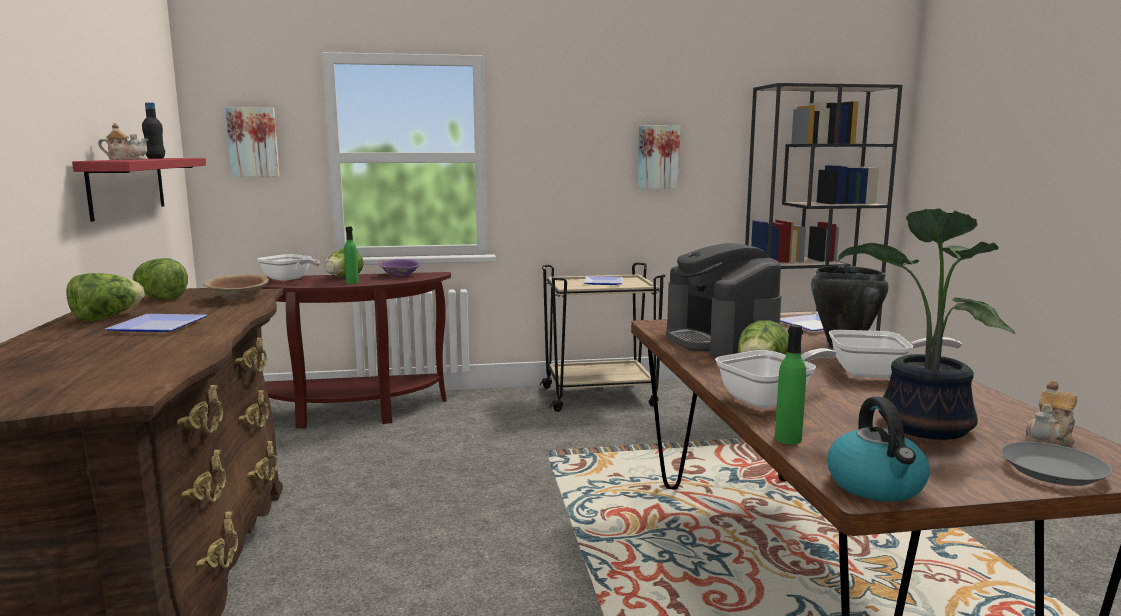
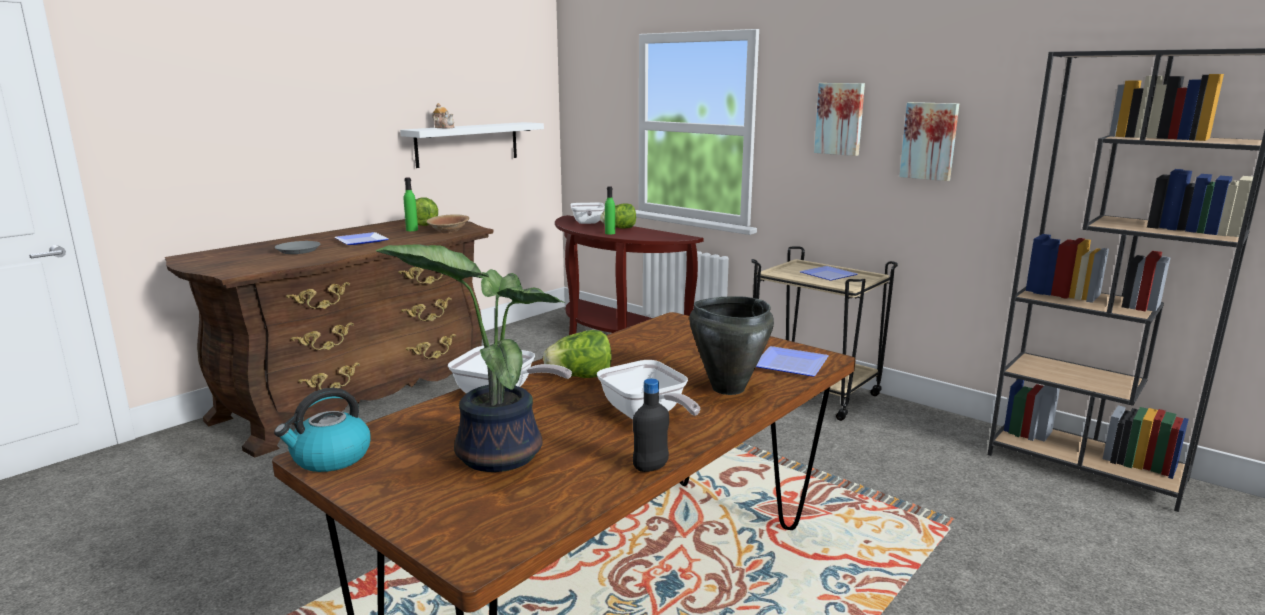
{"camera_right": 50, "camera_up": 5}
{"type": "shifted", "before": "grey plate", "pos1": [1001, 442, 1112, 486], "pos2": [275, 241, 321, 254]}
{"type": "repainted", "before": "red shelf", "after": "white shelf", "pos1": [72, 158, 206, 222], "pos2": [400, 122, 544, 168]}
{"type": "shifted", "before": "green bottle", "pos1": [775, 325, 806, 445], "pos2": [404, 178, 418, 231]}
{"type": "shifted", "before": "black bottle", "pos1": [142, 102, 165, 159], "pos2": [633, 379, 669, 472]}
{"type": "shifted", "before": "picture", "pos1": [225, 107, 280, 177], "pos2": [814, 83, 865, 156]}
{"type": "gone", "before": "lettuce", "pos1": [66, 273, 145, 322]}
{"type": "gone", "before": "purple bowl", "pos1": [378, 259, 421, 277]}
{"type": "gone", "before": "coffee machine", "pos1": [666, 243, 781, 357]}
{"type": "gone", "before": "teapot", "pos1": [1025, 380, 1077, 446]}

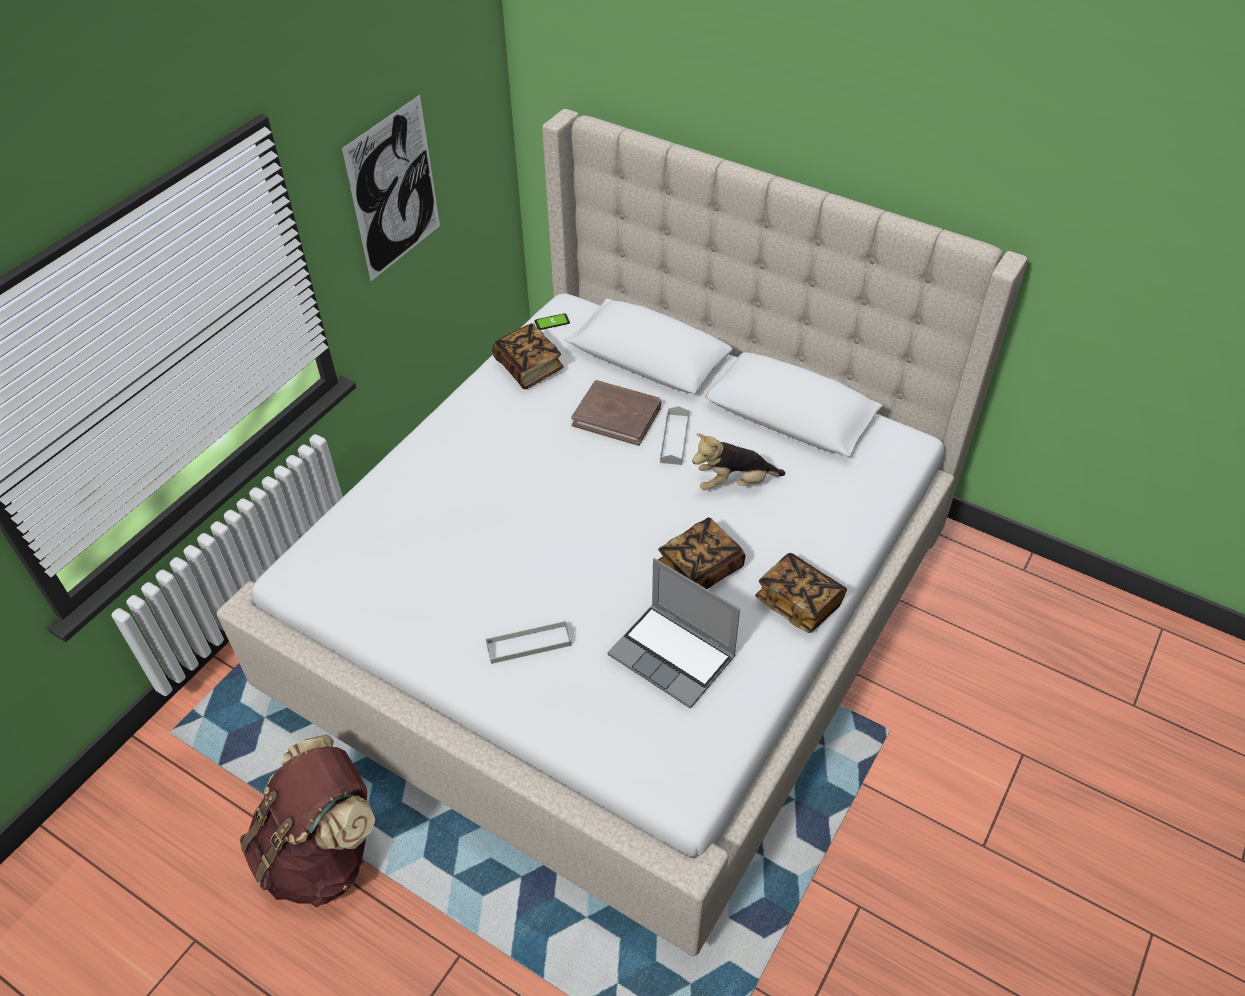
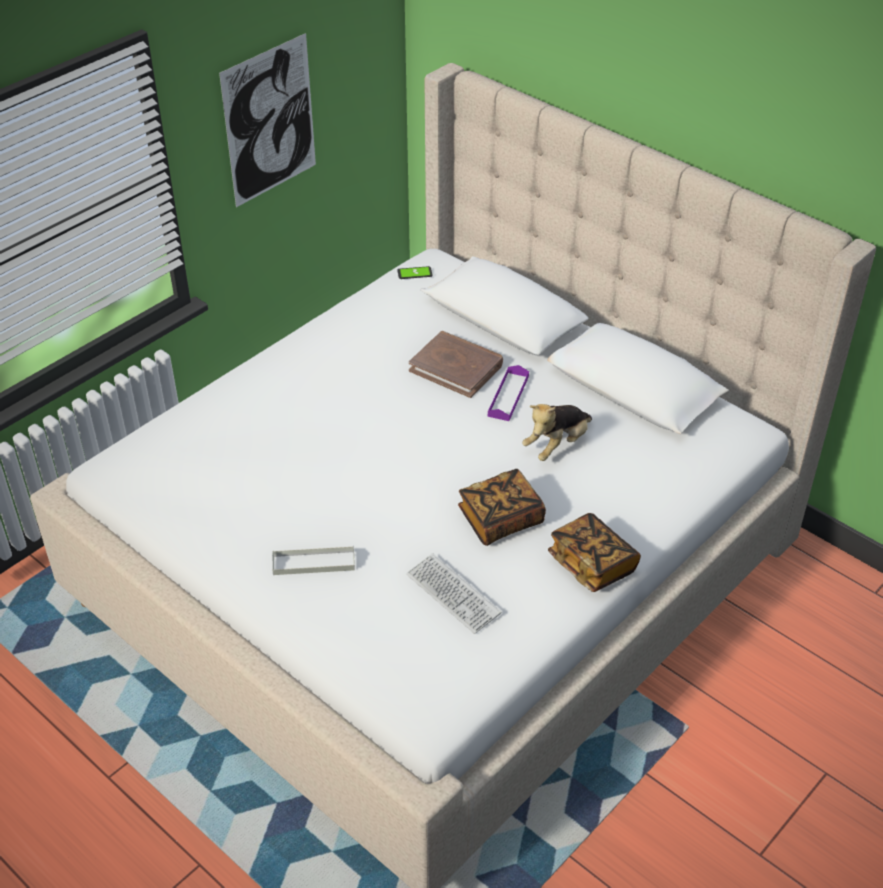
{"camera_right": 10, "camera_up": -5}
{"type": "swapped", "before": "laptop", "after": "keyboard", "pos1": [607, 558, 740, 709], "pos2": [406, 553, 502, 634]}
{"type": "repainted", "before": "grey tray", "after": "purple tray", "pos1": [660, 406, 689, 465], "pos2": [488, 365, 529, 421]}
{"type": "rotated", "before": "plush toy", "pos1": [692, 433, 785, 490], "pos2": [522, 404, 592, 461], "turn": -45}
{"type": "gone", "before": "brown backpack", "pos1": [240, 735, 375, 908]}
{"type": "gone", "before": "book", "pos1": [492, 323, 564, 389]}

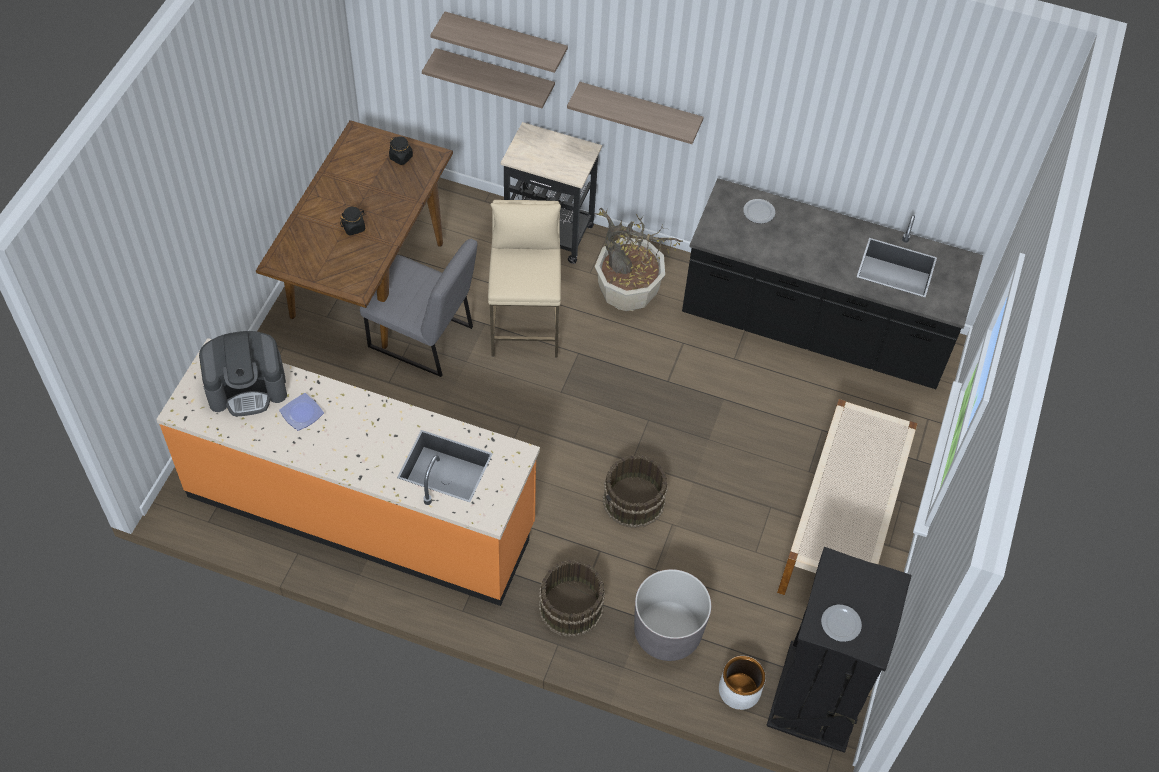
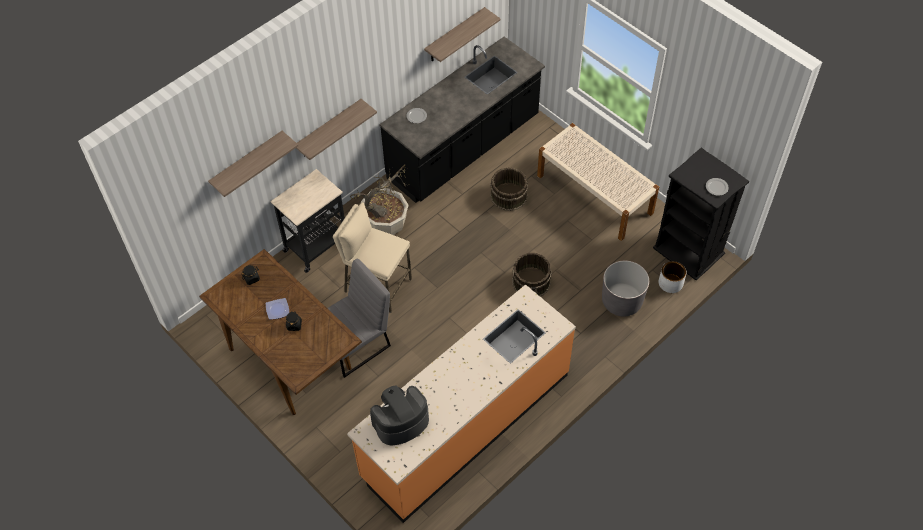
{"camera_right": -60, "camera_up": 0}
{"type": "shifted", "before": "plate", "pos1": [279, 393, 324, 431], "pos2": [266, 298, 289, 319]}
{"type": "rotated", "before": "coffee machine", "pos1": [199, 331, 287, 416], "pos2": [370, 385, 429, 446], "turn": -135}
{"type": "shifted", "before": "shelf", "pos1": [422, 48, 555, 108], "pos2": [424, 7, 501, 62]}
{"type": "shifted", "before": "brown bucket", "pos1": [539, 560, 605, 637], "pos2": [490, 167, 528, 211]}

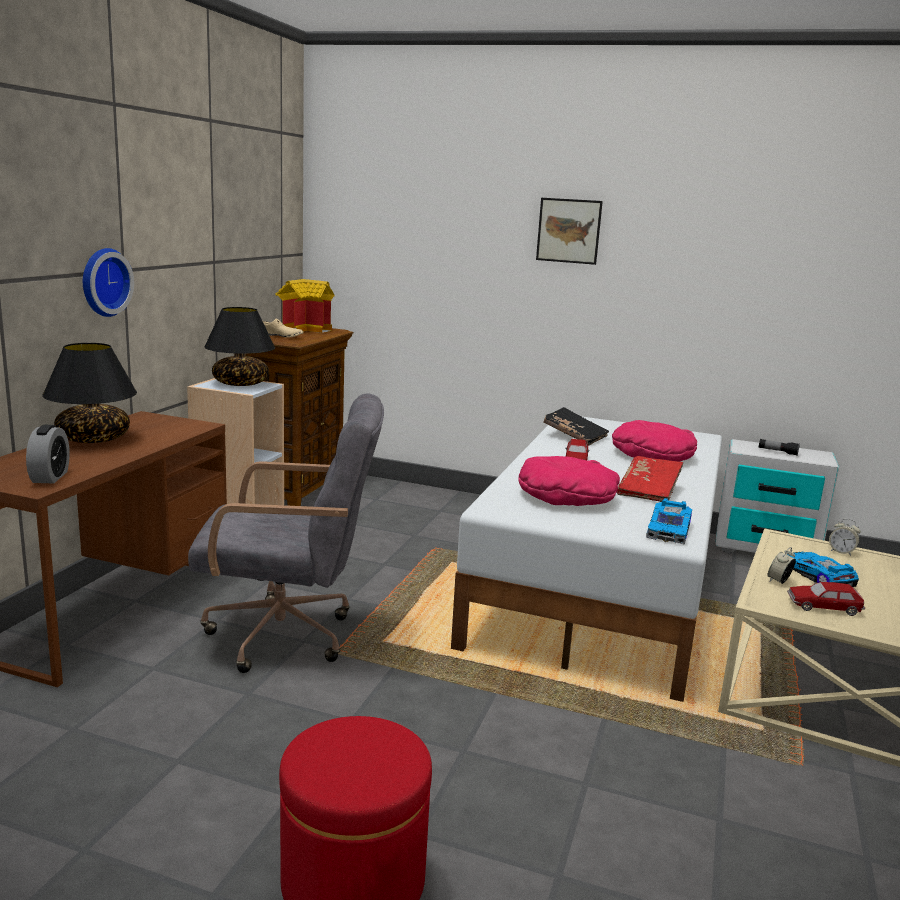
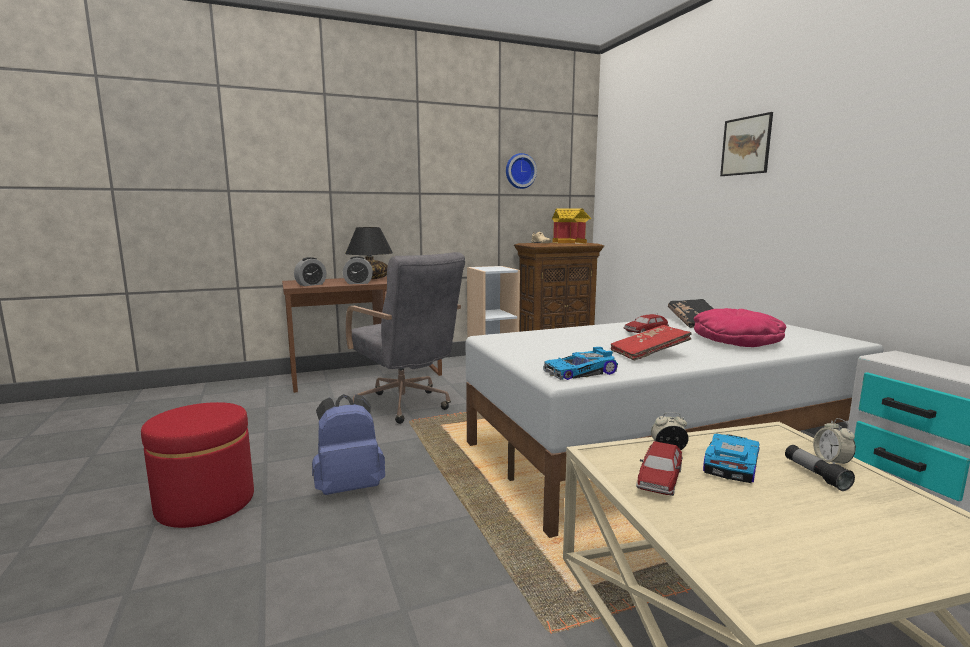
{"camera_right": 50, "camera_up": -5}
{"type": "new", "after": "blue backpack", "pos2": [312, 394, 385, 495]}
{"type": "new", "after": "alarm clock", "pos2": [343, 256, 373, 284]}
{"type": "shifted", "before": "wall clock", "pos1": [83, 248, 134, 317], "pos2": [506, 153, 537, 189]}
{"type": "rotated", "before": "toy car", "pos1": [787, 582, 865, 616], "pos2": [636, 441, 683, 496], "turn": -120}
{"type": "shifted", "before": "flashlight", "pos1": [759, 439, 800, 455], "pos2": [785, 445, 855, 491]}
{"type": "gone", "before": "black table lamp", "pos1": [204, 307, 275, 386]}
{"type": "gone", "before": "pink pillow", "pos1": [519, 456, 620, 506]}

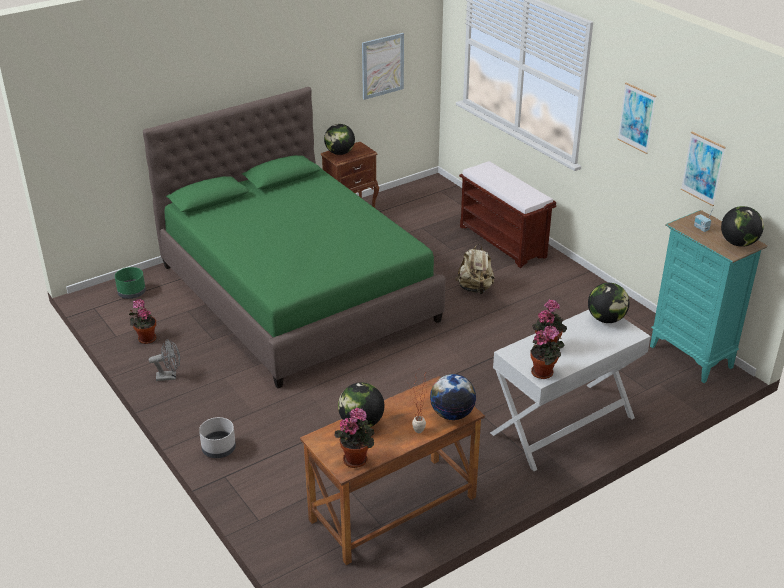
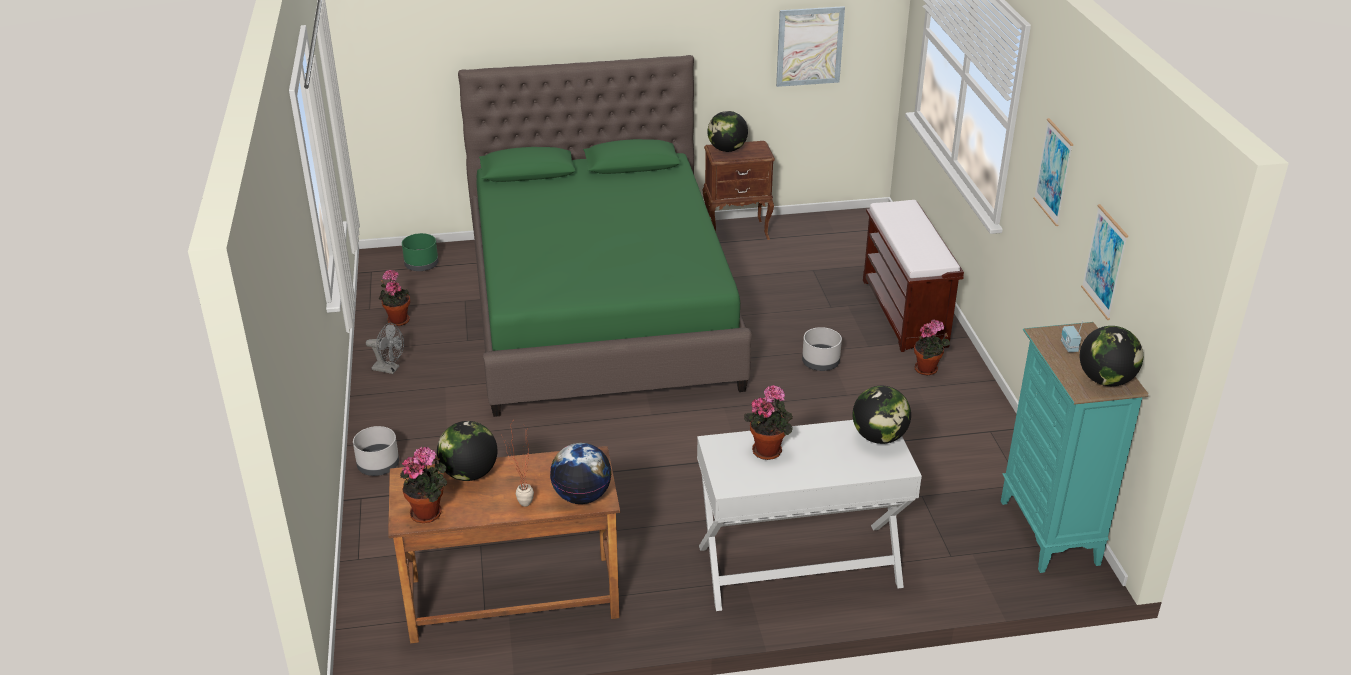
{"camera_right": 25, "camera_up": 0}
{"type": "swapped", "before": "beige backpack", "after": "grey planter", "pos1": [455, 244, 495, 294], "pos2": [802, 327, 842, 371]}
{"type": "shifted", "before": "potted plant", "pos1": [530, 326, 565, 379], "pos2": [914, 319, 950, 376]}

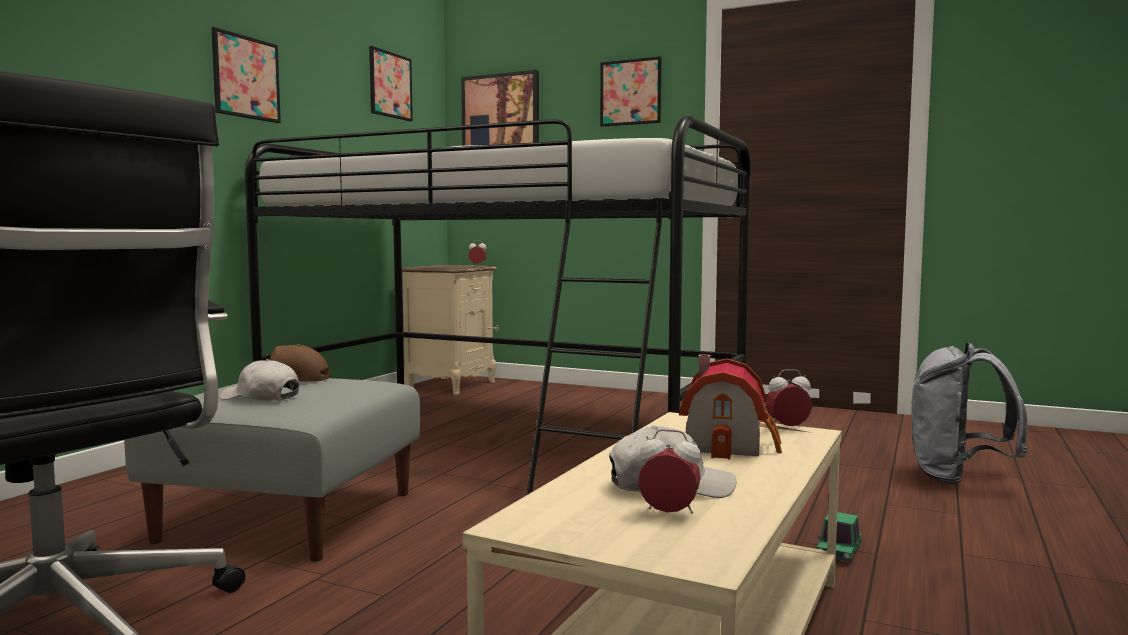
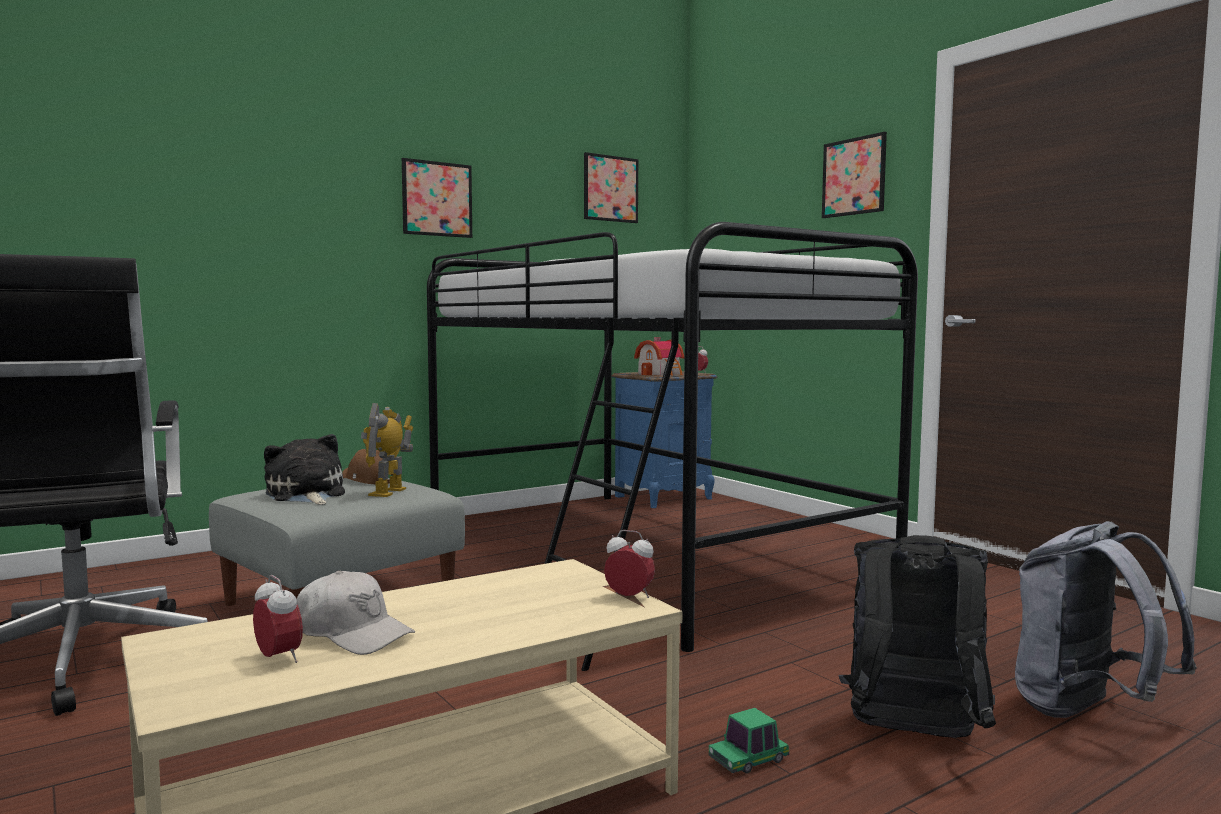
{"camera_right": 30, "camera_up": 0}
{"type": "swapped", "before": "white cap", "after": "plush toy", "pos1": [219, 359, 299, 401], "pos2": [264, 434, 345, 505]}
{"type": "new", "after": "toy robot", "pos2": [361, 403, 413, 497]}
{"type": "repainted", "before": "beige nightstand", "after": "blue nightstand", "pos1": [402, 265, 499, 395], "pos2": [612, 371, 717, 508]}
{"type": "shifted", "before": "toy house", "pos1": [679, 354, 782, 459], "pos2": [634, 337, 684, 376]}
{"type": "new", "after": "black backpack", "pos2": [839, 535, 996, 738]}
{"type": "gone", "before": "picture", "pos1": [461, 70, 539, 146]}

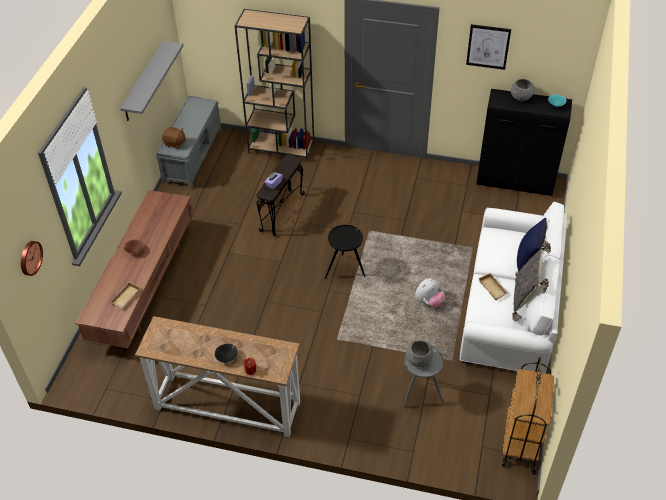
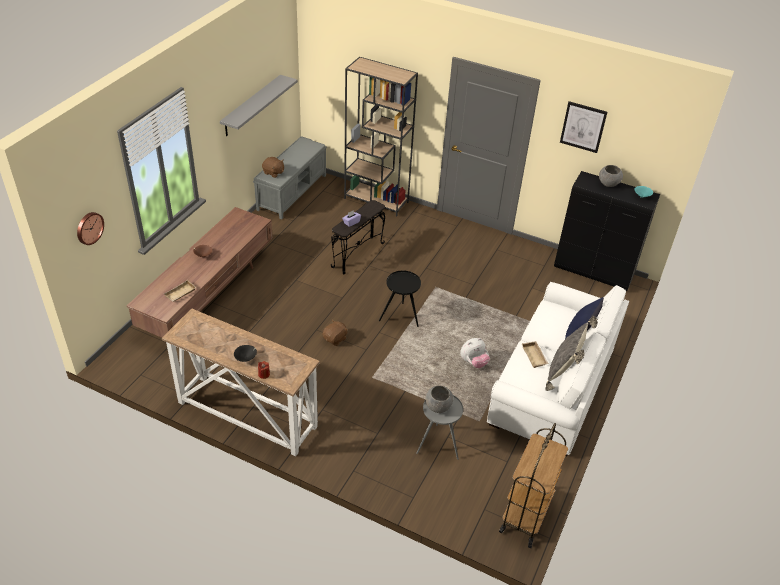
{"camera_right": 10, "camera_up": -5}
{"type": "new", "after": "brown plush toy", "pos2": [322, 320, 348, 346]}

